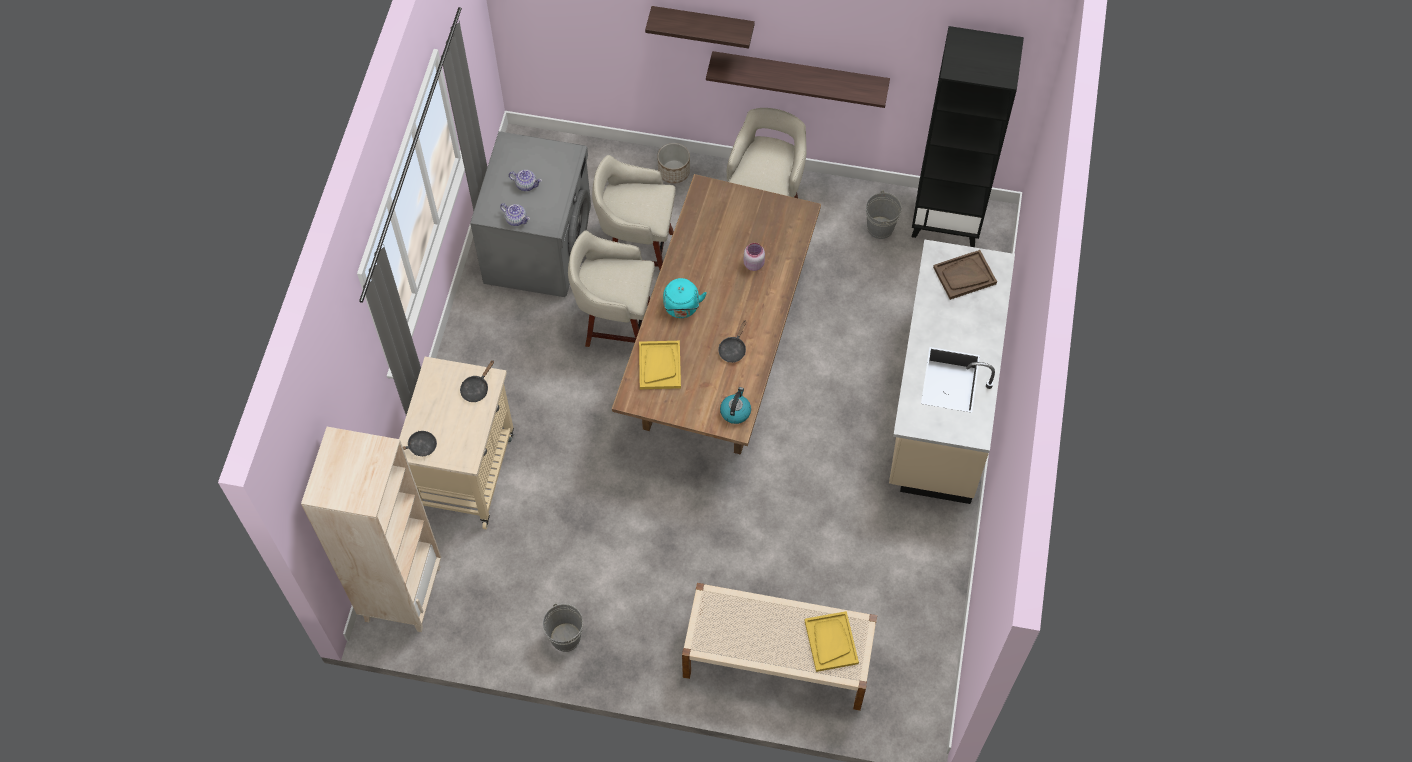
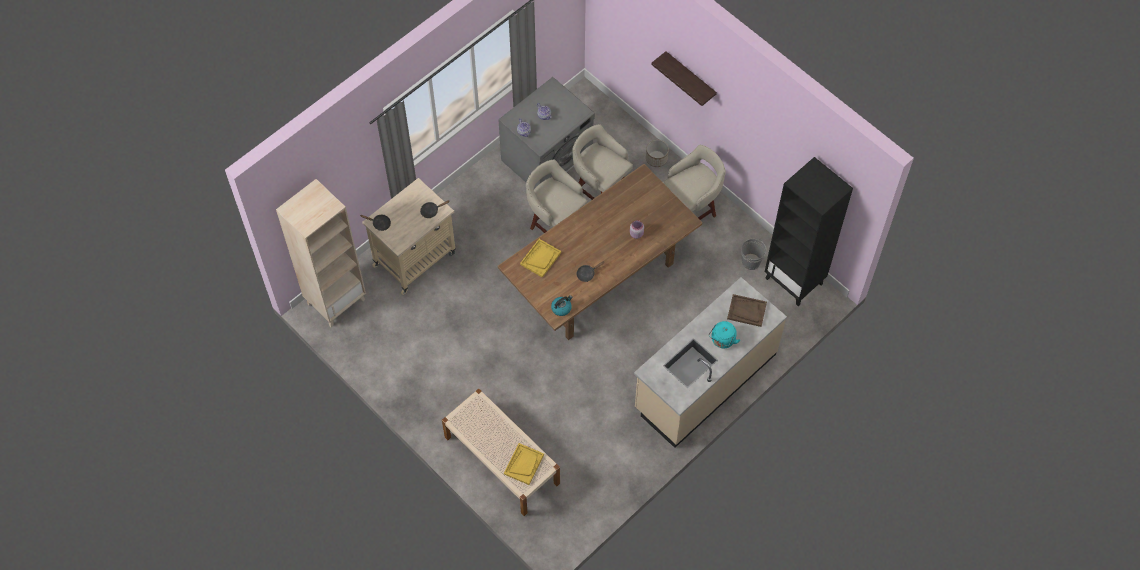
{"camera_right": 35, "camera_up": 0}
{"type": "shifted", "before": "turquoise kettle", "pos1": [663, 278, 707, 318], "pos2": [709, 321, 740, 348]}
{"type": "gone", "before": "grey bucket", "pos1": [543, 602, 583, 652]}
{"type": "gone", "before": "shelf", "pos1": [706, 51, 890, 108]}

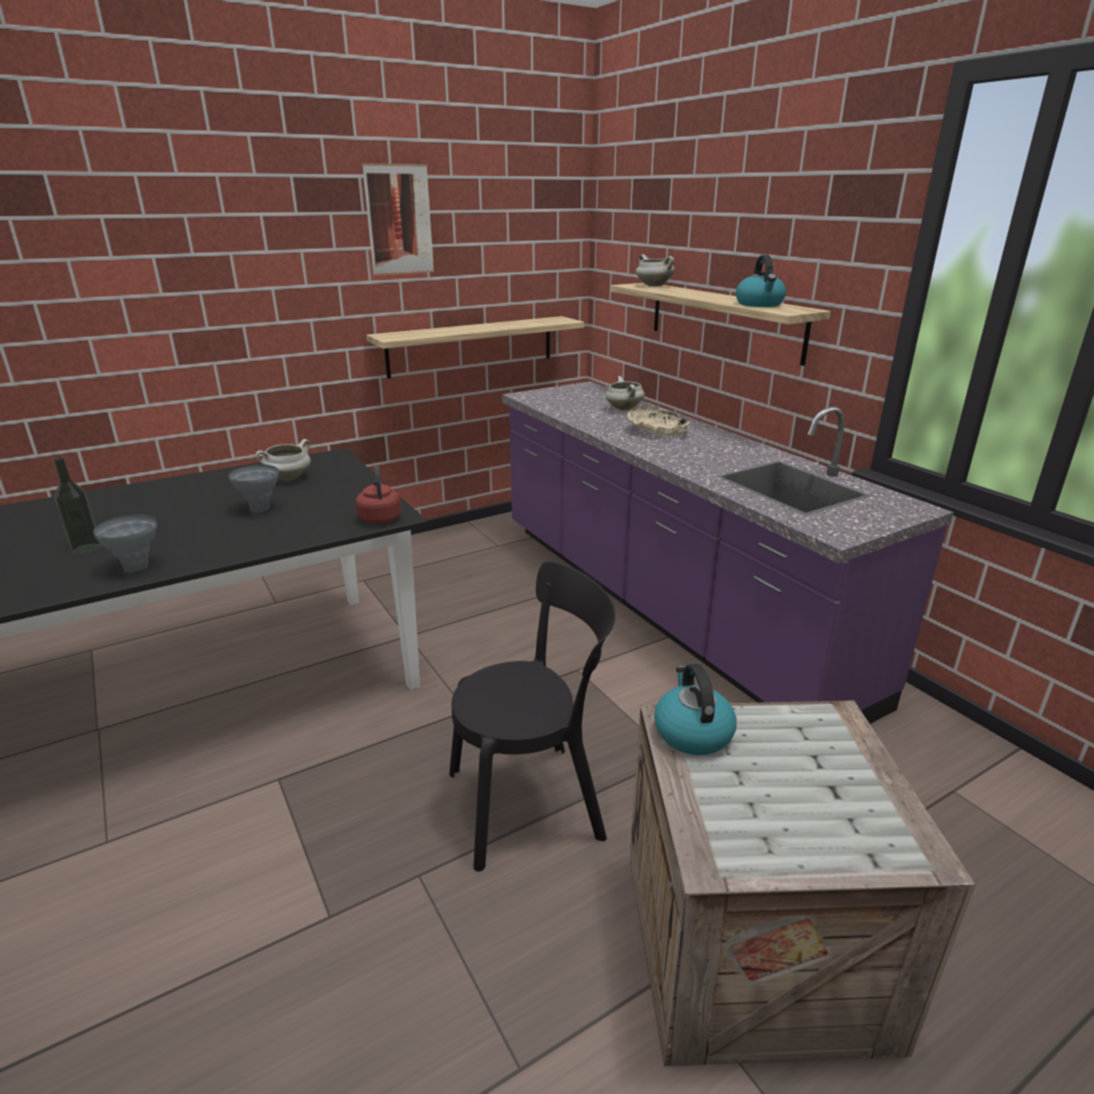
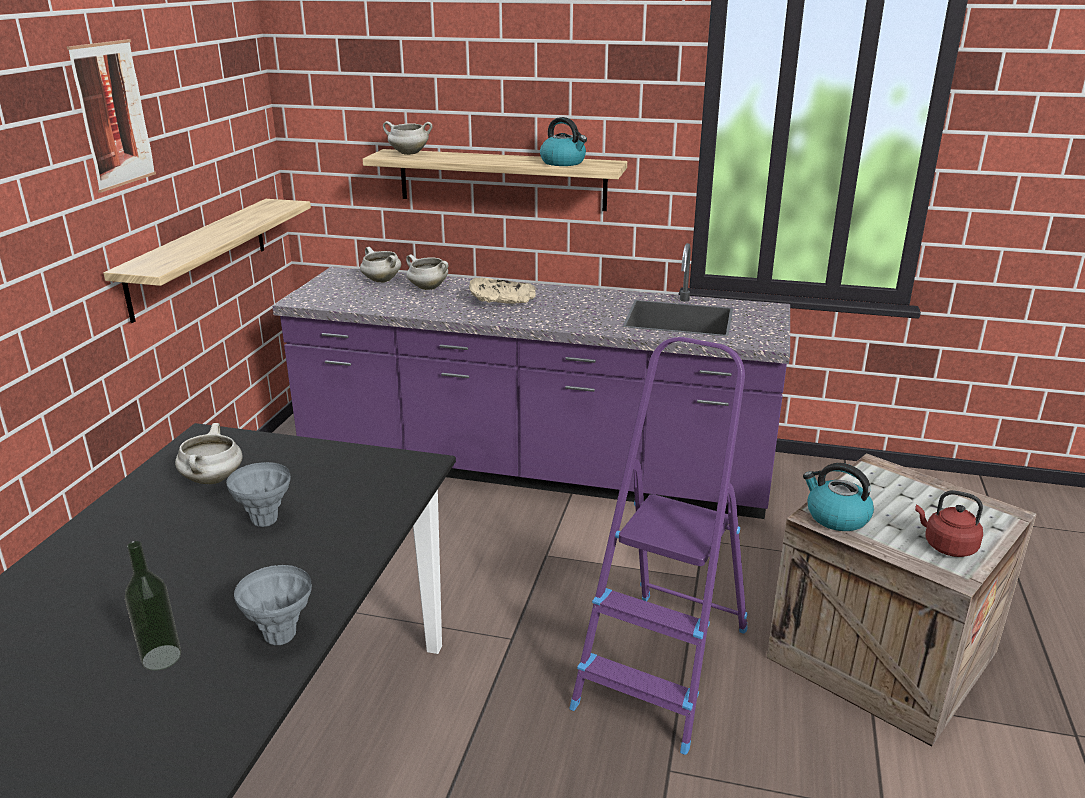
{"camera_right": -45, "camera_up": 0}
{"type": "new", "after": "white cooking pot", "pos2": [360, 247, 401, 283]}
{"type": "swapped", "before": "black chair", "after": "purple step ladder", "pos1": [449, 561, 615, 872], "pos2": [569, 337, 748, 755]}
{"type": "shifted", "before": "red kettle", "pos1": [356, 466, 401, 524], "pos2": [915, 490, 983, 557]}

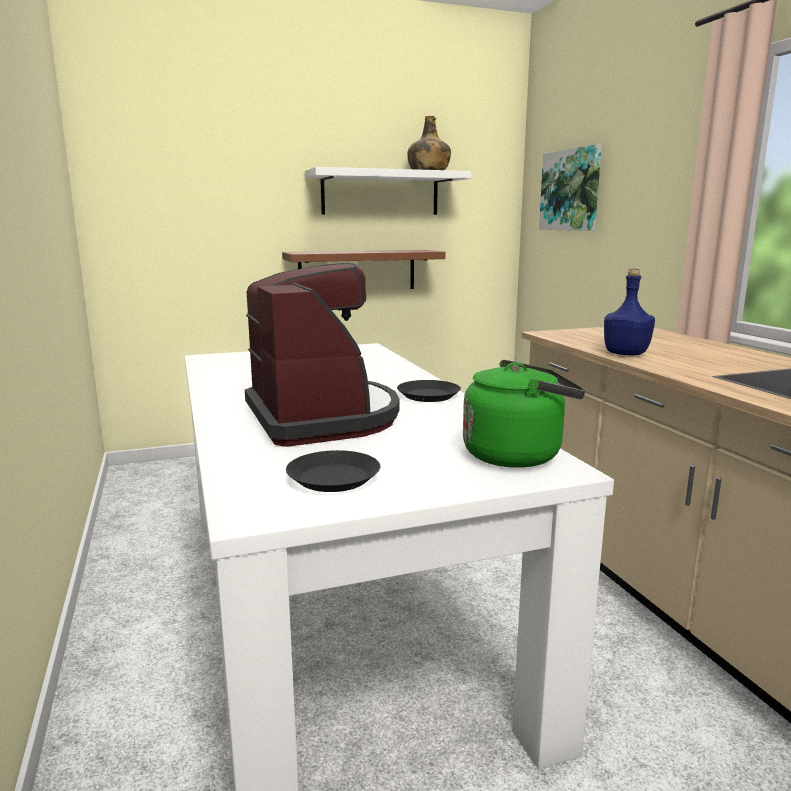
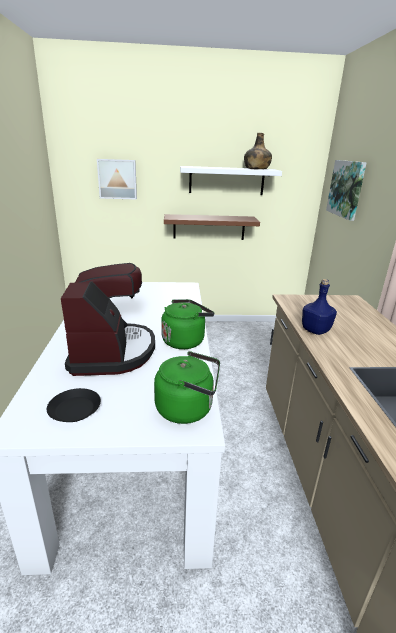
{"camera_right": 15, "camera_up": 10}
{"type": "new", "after": "picture", "pos2": [97, 159, 137, 200]}
{"type": "swapped", "before": "black plate", "after": "green kettle", "pos1": [397, 380, 461, 402], "pos2": [161, 299, 214, 349]}

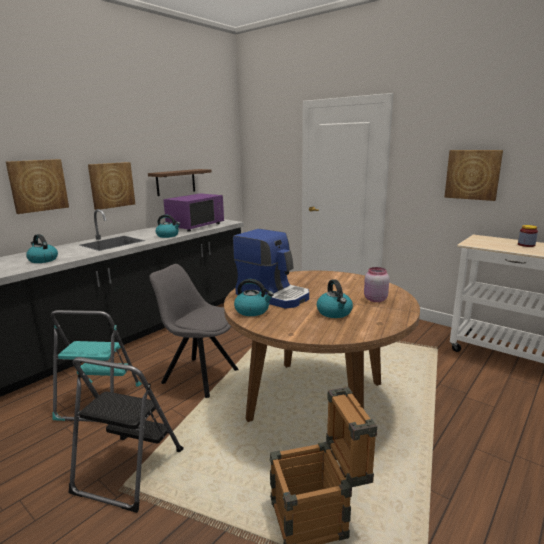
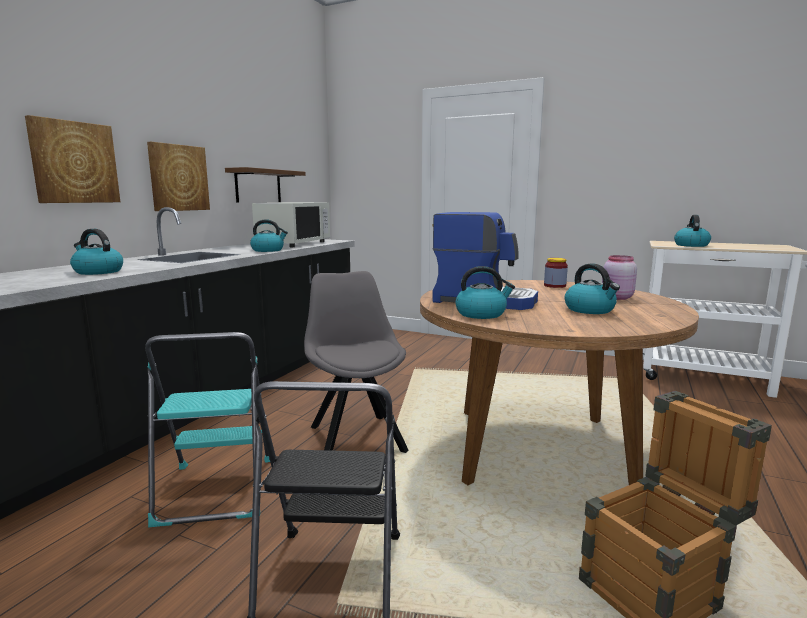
{"camera_right": -15, "camera_up": -5}
{"type": "repainted", "before": "purple microwave", "after": "white microwave", "pos1": [163, 193, 224, 232], "pos2": [252, 202, 330, 247]}
{"type": "rotated", "before": "grey chair", "pos1": [149, 264, 239, 398], "pos2": [304, 271, 409, 453], "turn": 60}
{"type": "shifted", "before": "jar", "pos1": [518, 225, 538, 247], "pos2": [544, 258, 568, 288]}
{"type": "new", "after": "kettle", "pos2": [674, 215, 711, 247]}
{"type": "gone", "before": "picture", "pos1": [444, 150, 503, 201]}

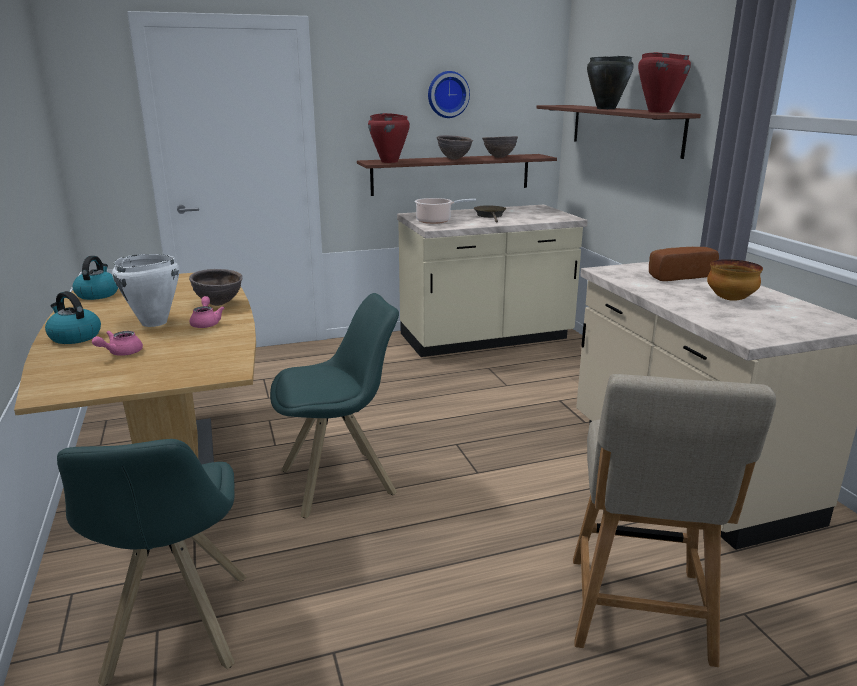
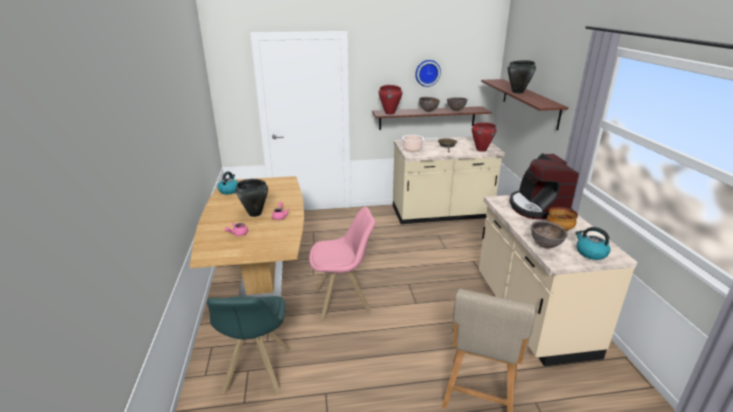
{"camera_right": 10, "camera_up": 5}
{"type": "repainted", "before": "white cooking pot", "after": "black cooking pot", "pos1": [112, 254, 179, 327], "pos2": [236, 179, 268, 217]}
{"type": "repainted", "before": "turquoise chair", "after": "pink chair", "pos1": [270, 293, 399, 518], "pos2": [309, 207, 376, 320]}
{"type": "shifted", "before": "red cooking pot", "pos1": [638, 52, 691, 113], "pos2": [472, 122, 497, 152]}
{"type": "swapped", "before": "bread", "after": "coffee machine", "pos1": [649, 247, 719, 281], "pos2": [509, 153, 579, 219]}
{"type": "shifted", "before": "brown bowl", "pos1": [189, 269, 242, 306], "pos2": [531, 221, 568, 248]}
{"type": "shifted", "before": "kettle", "pos1": [45, 291, 101, 344], "pos2": [575, 227, 610, 260]}

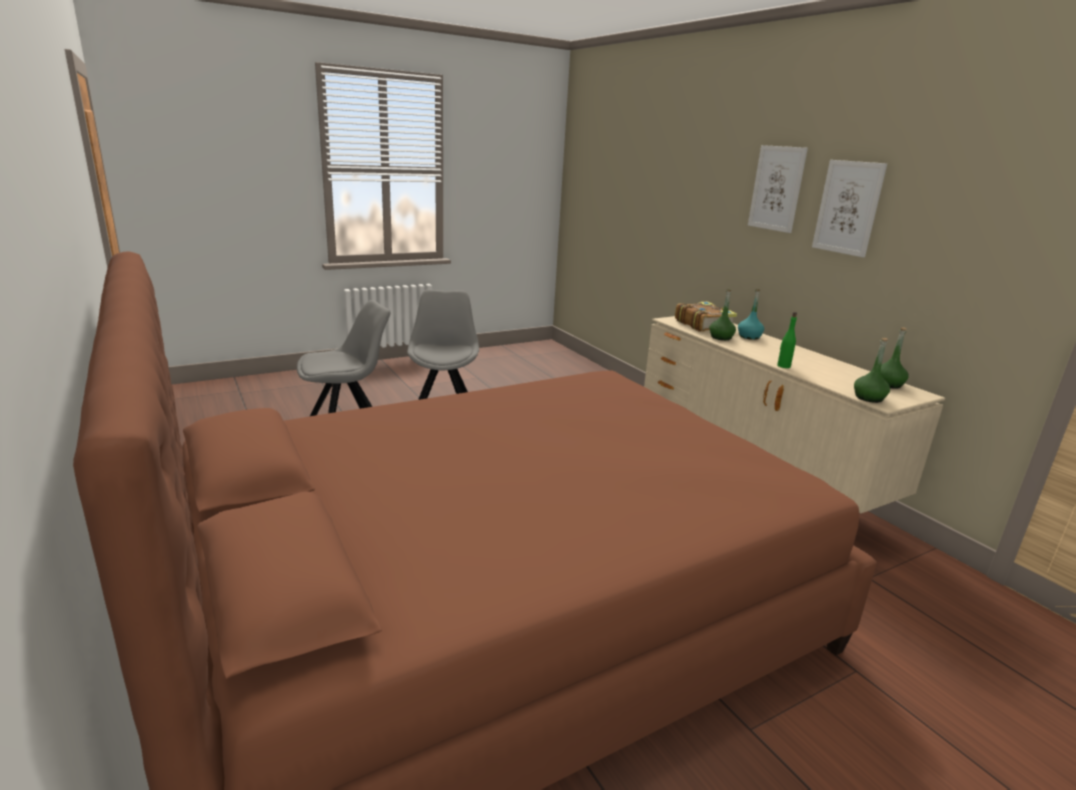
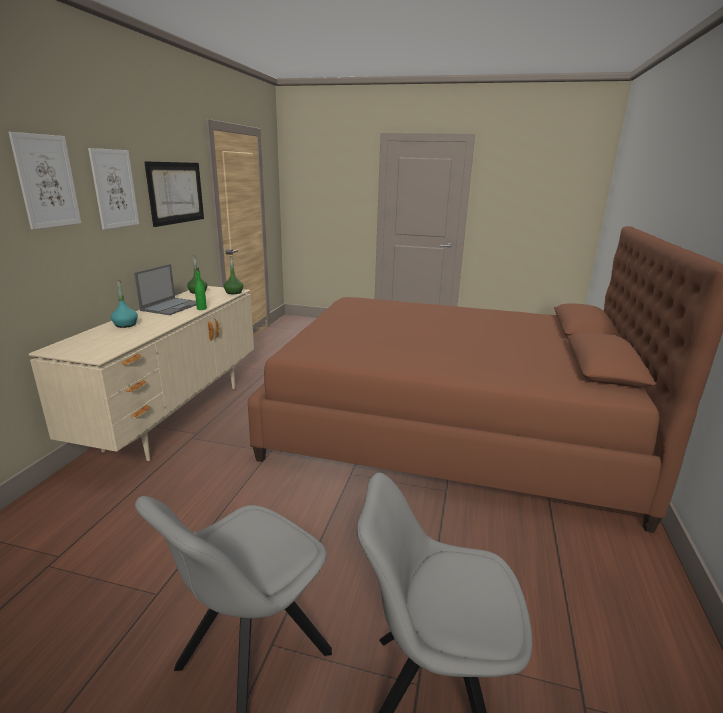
{"camera_right": -135, "camera_up": 0}
{"type": "new", "after": "laptop", "pos2": [134, 264, 196, 315]}
{"type": "new", "after": "picture", "pos2": [144, 161, 204, 227]}
{"type": "gone", "before": "book", "pos1": [675, 302, 737, 332]}
{"type": "gone", "before": "green bottle", "pos1": [709, 289, 736, 340]}

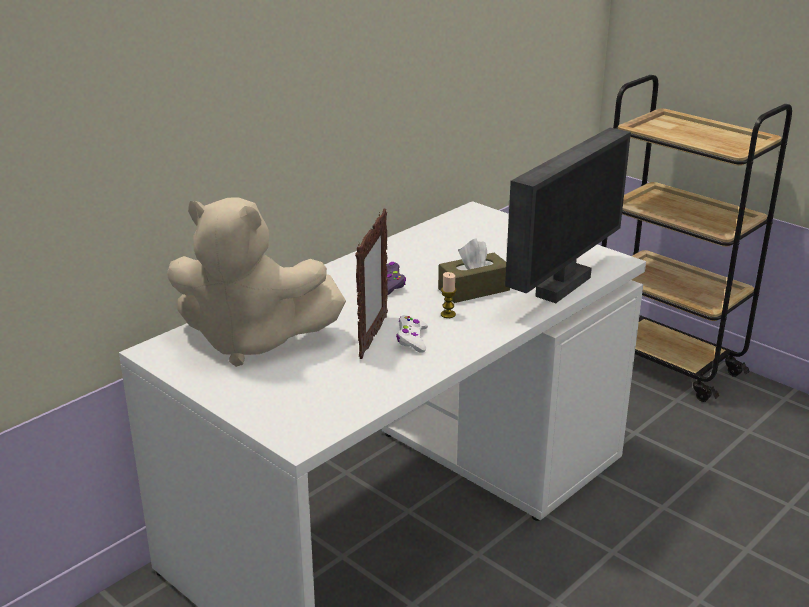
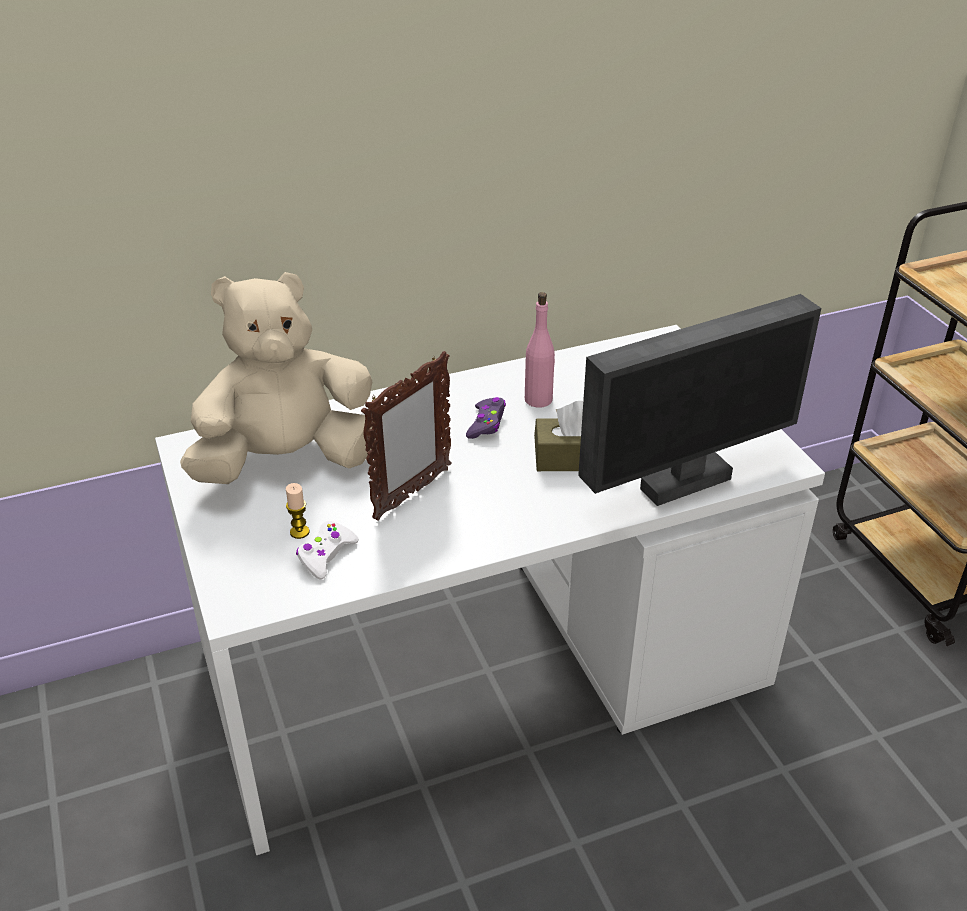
{"camera_right": 25, "camera_up": 10}
{"type": "rotated", "before": "beige plush toy", "pos1": [167, 197, 346, 367], "pos2": [180, 272, 376, 484], "turn": 120}
{"type": "shifted", "before": "candle", "pos1": [441, 272, 457, 318], "pos2": [286, 483, 310, 539]}
{"type": "shifted", "before": "white game controller", "pos1": [396, 315, 428, 353], "pos2": [296, 521, 359, 580]}
{"type": "new", "after": "pink bottle", "pos2": [525, 292, 555, 408]}

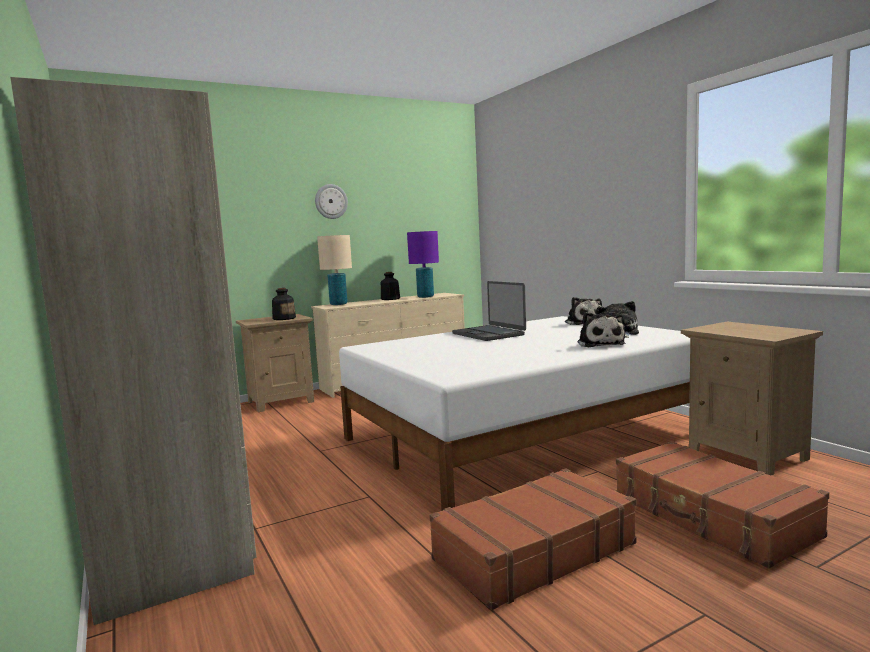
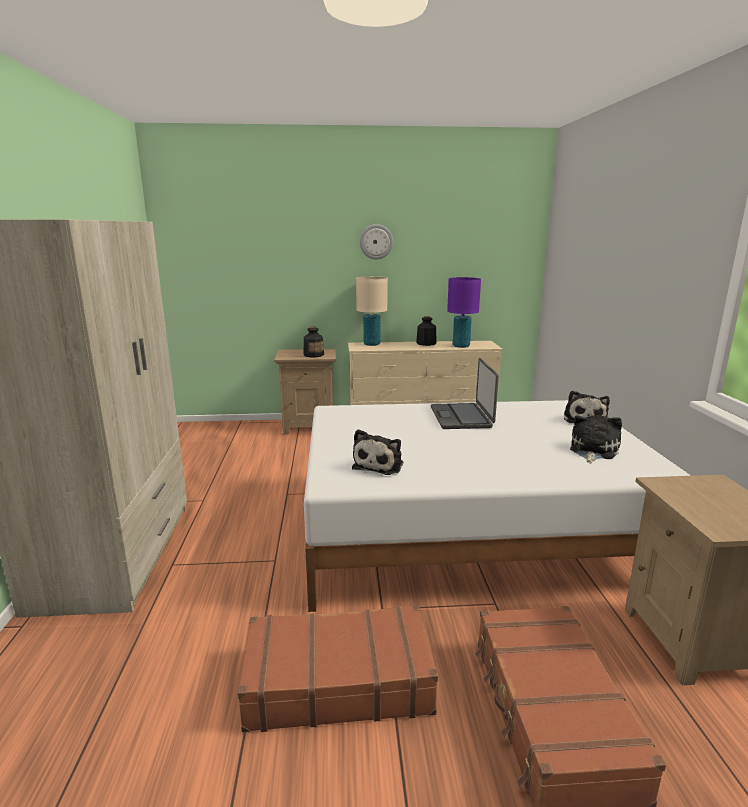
{"camera_right": 25, "camera_up": 10}
{"type": "shifted", "before": "plush toy", "pos1": [578, 312, 626, 347], "pos2": [352, 429, 403, 475]}

